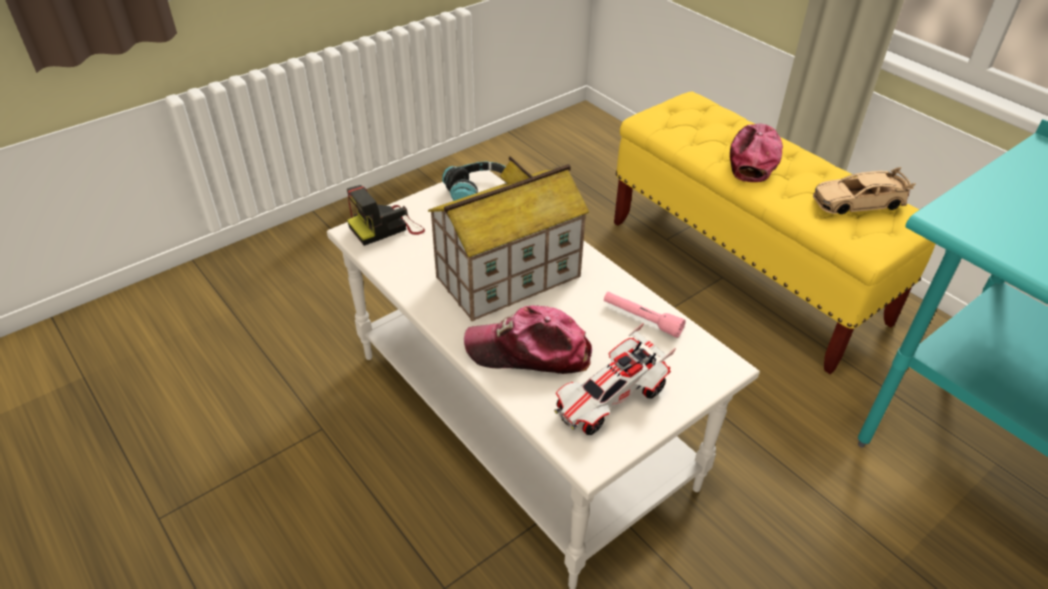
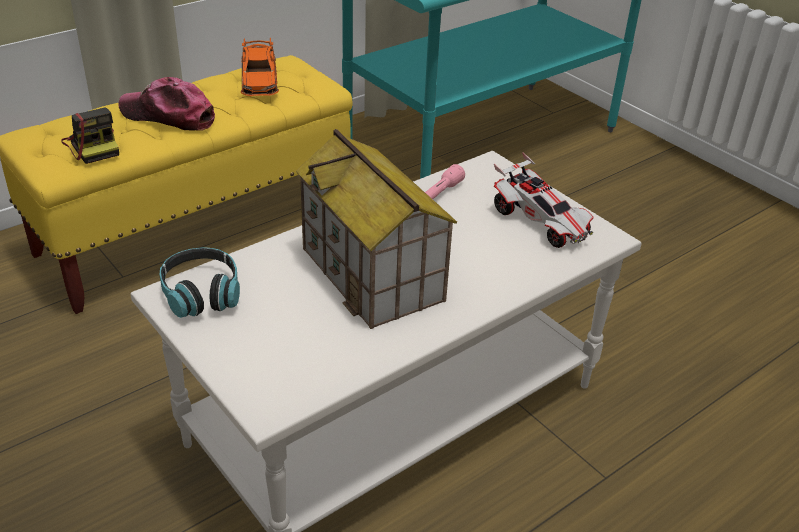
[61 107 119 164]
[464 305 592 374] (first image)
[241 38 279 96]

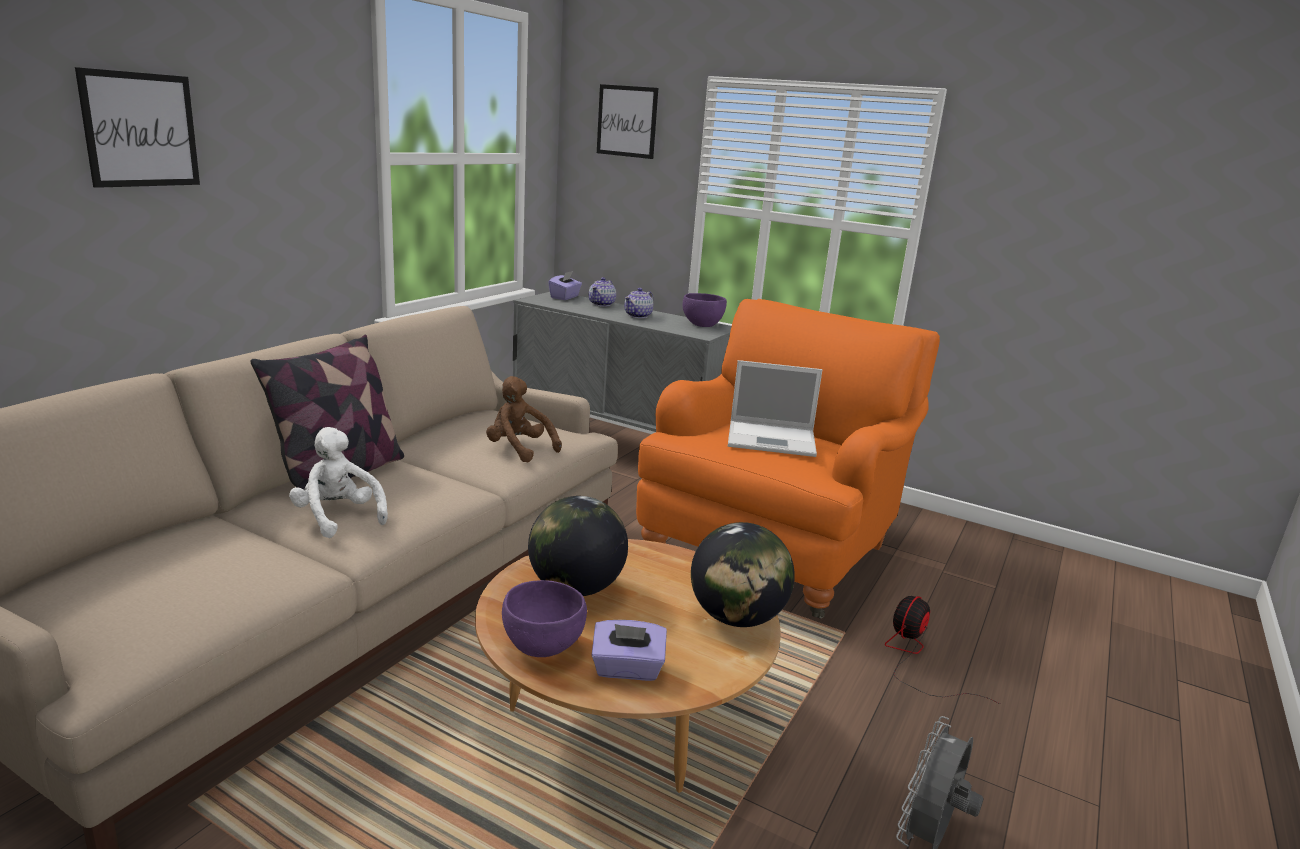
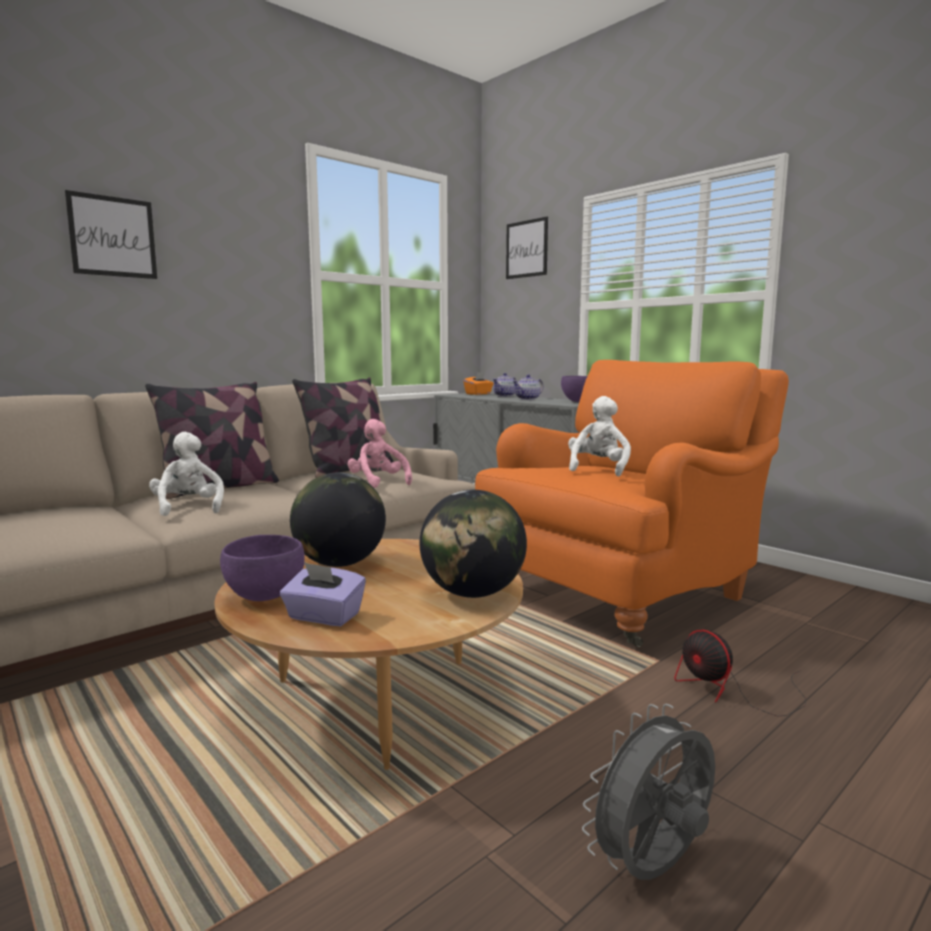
[347 419 412 488]
[463 372 494 395]
[568 396 631 477]
[674 630 806 716]
[292 377 394 478]

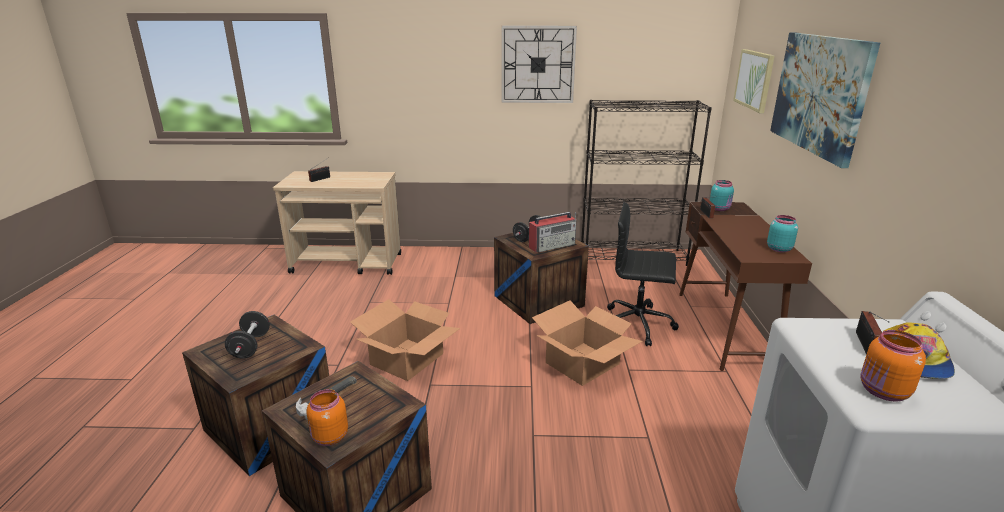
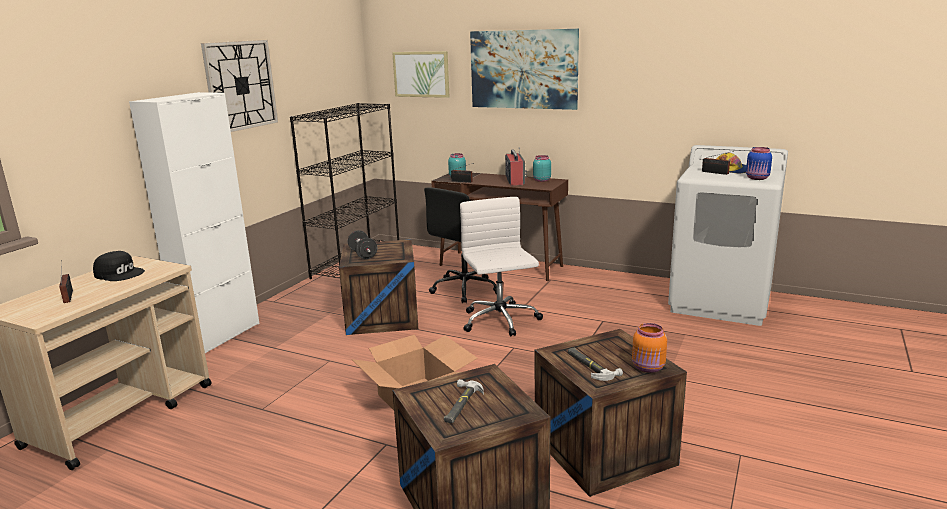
[444 379 484 423]
[505 147 527 186]
[460 197 543 336]
[746 147 772 180]
[93 251 145 281]
[129 92 260 353]

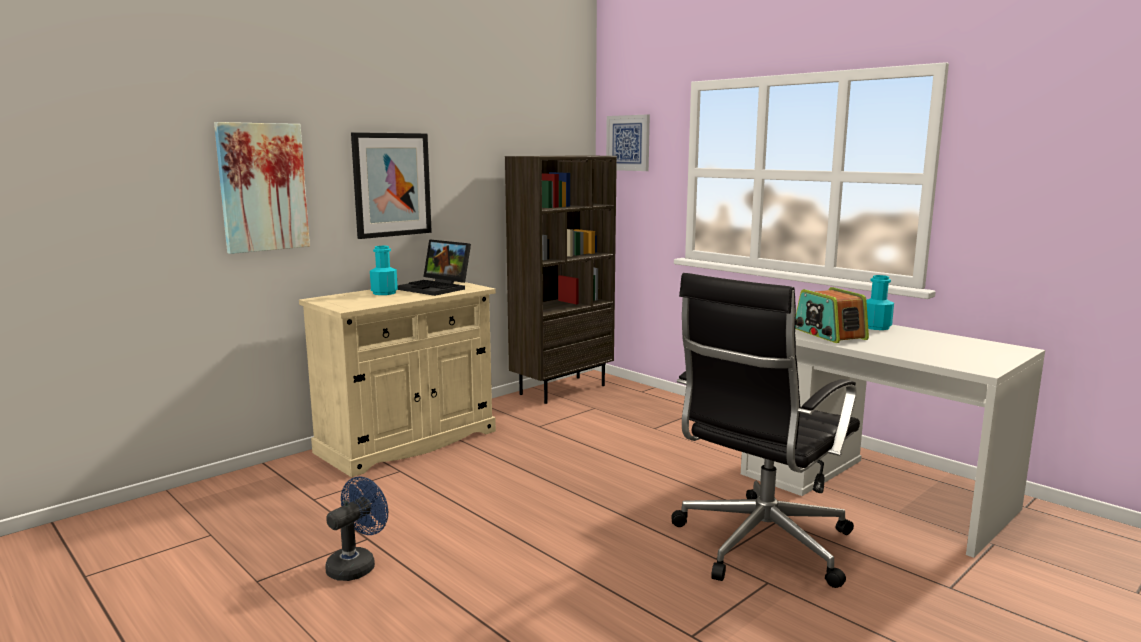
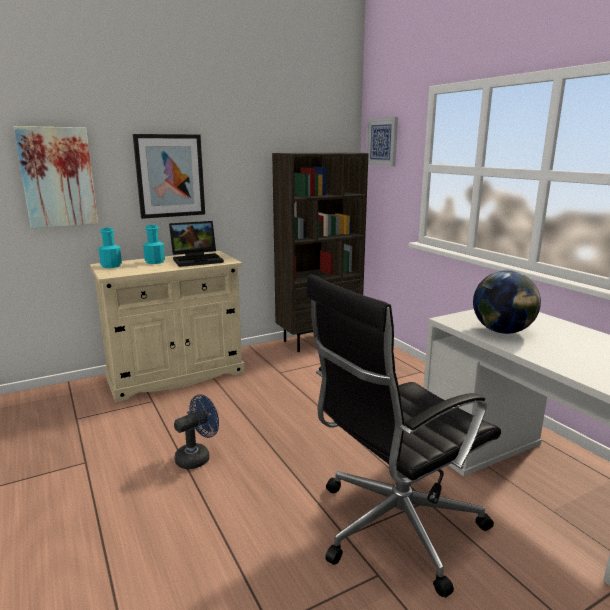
[174 394 219 469]
[169 221 224 267]
[473 270 541 334]
[98 228 122 268]

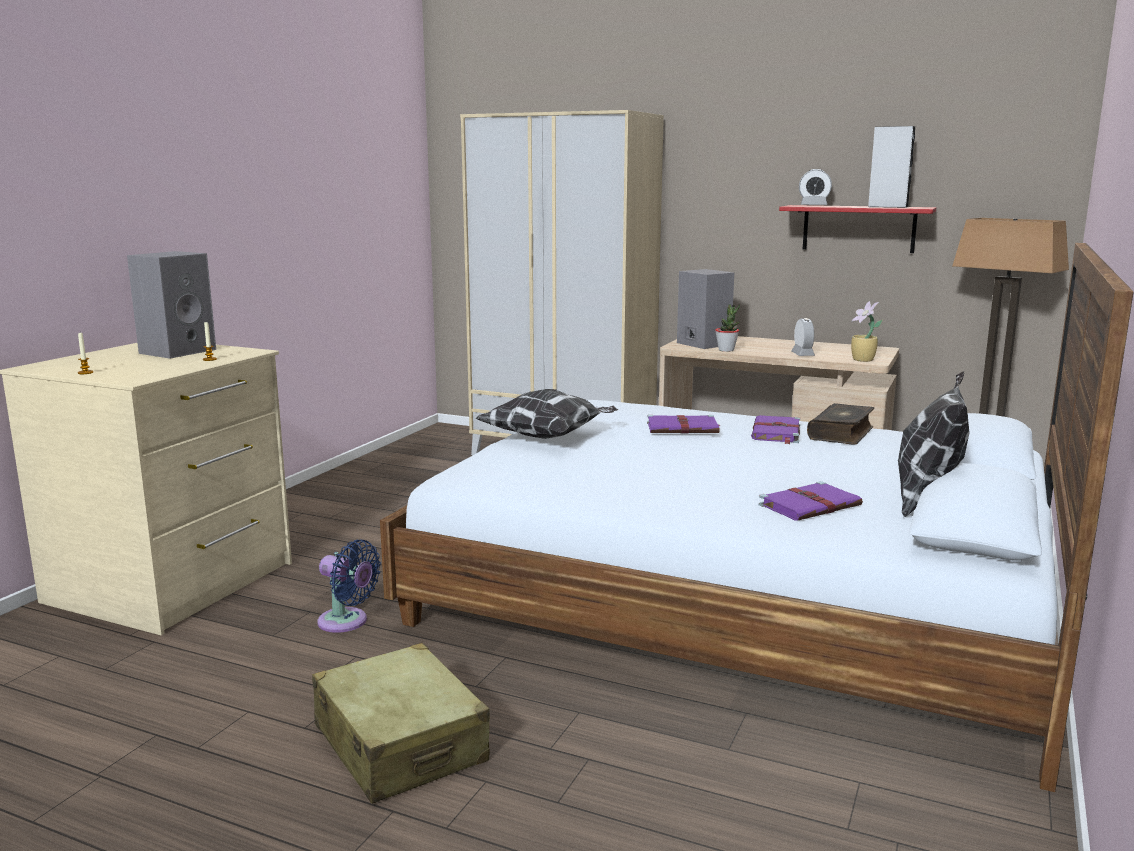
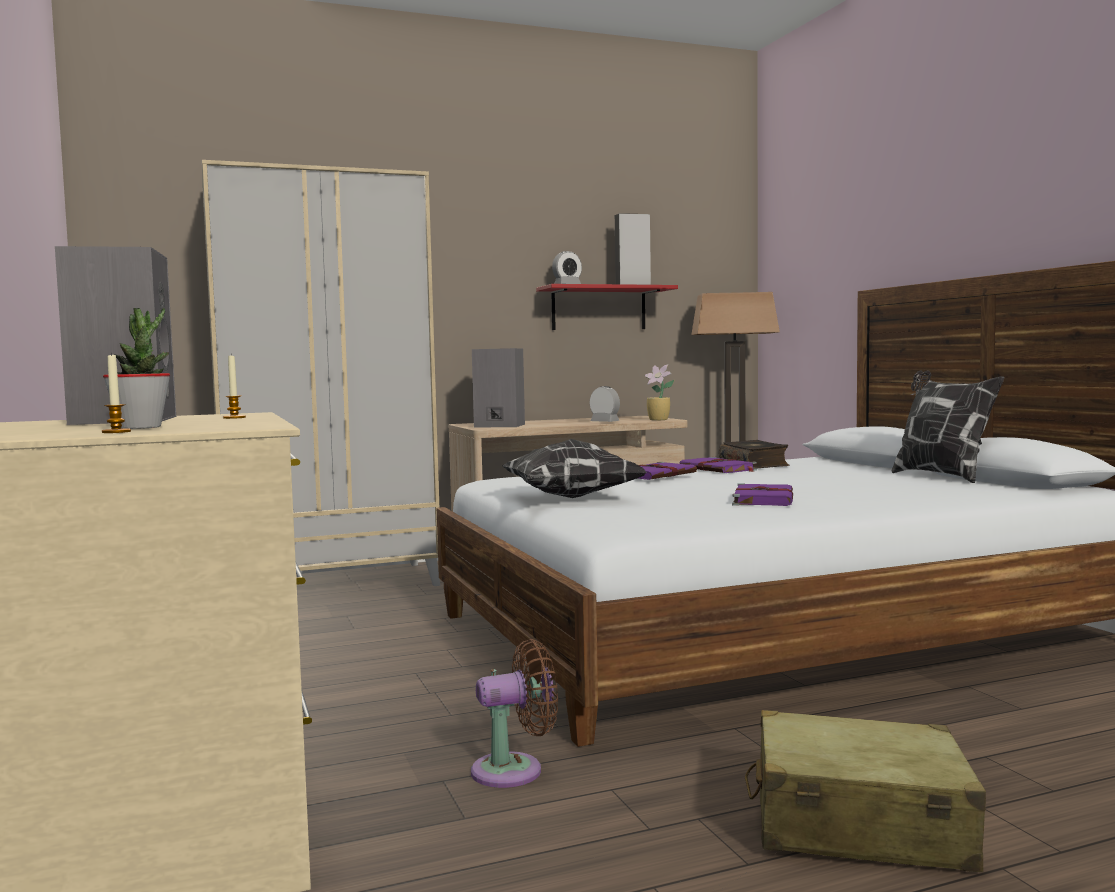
[471 639 558 788]
[103 308 170 429]
[732 483 793 506]

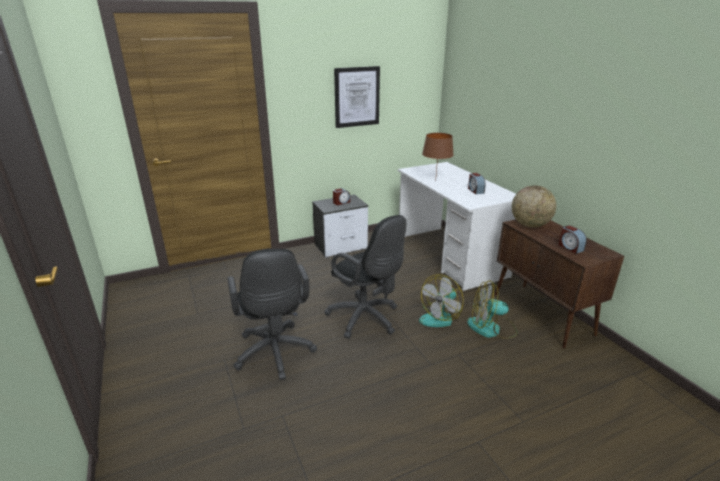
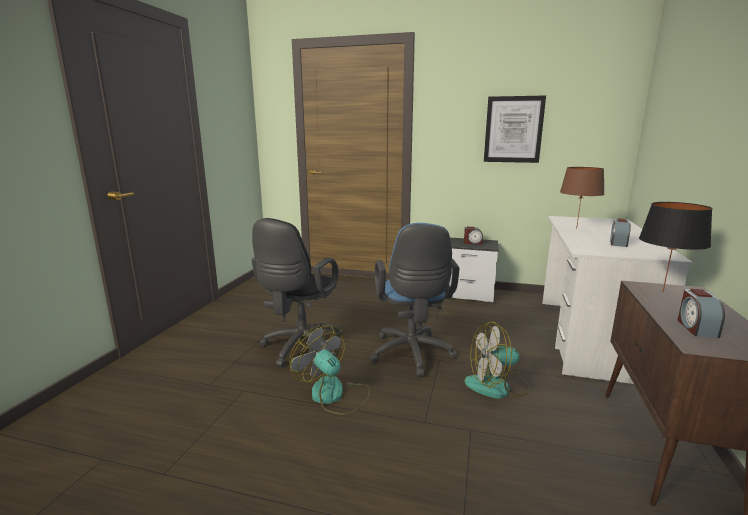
[370 223 460 377]
[290 325 370 415]
[639 202 713 292]

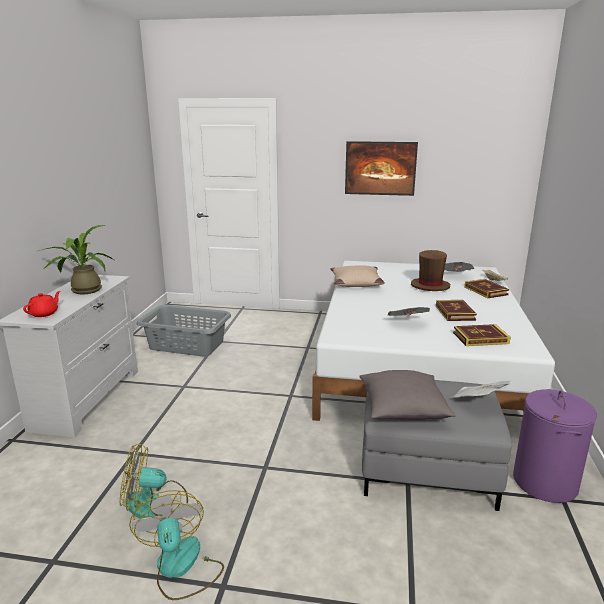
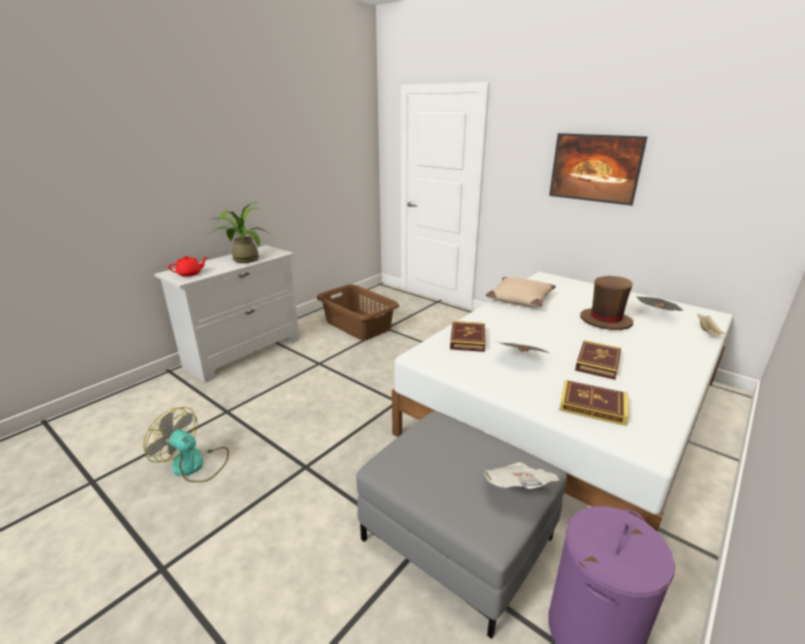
[129 490 224 600] (first image)
[317 284 399 340]
[359 370 456 420] (first image)
[450 321 485 352]

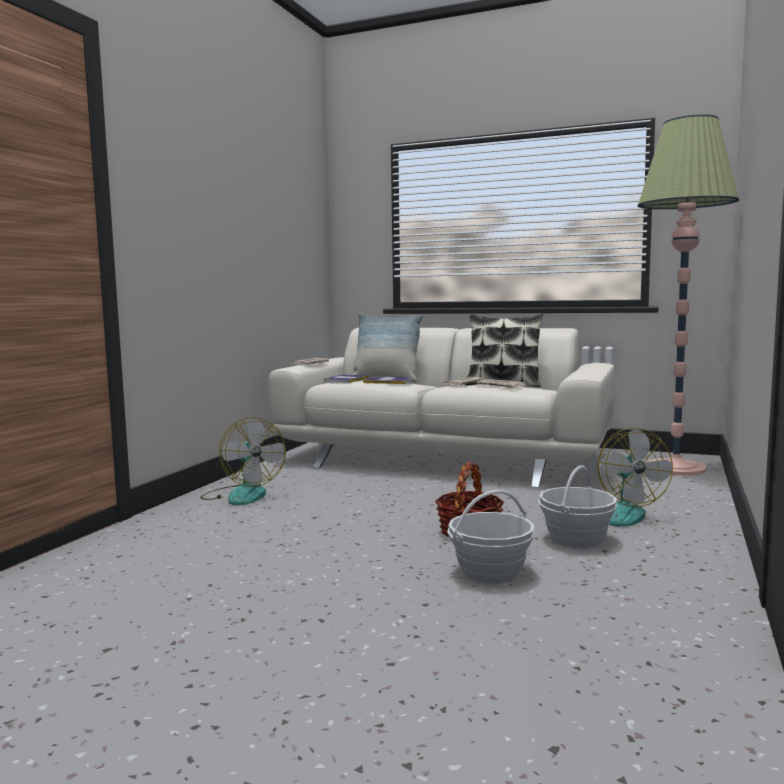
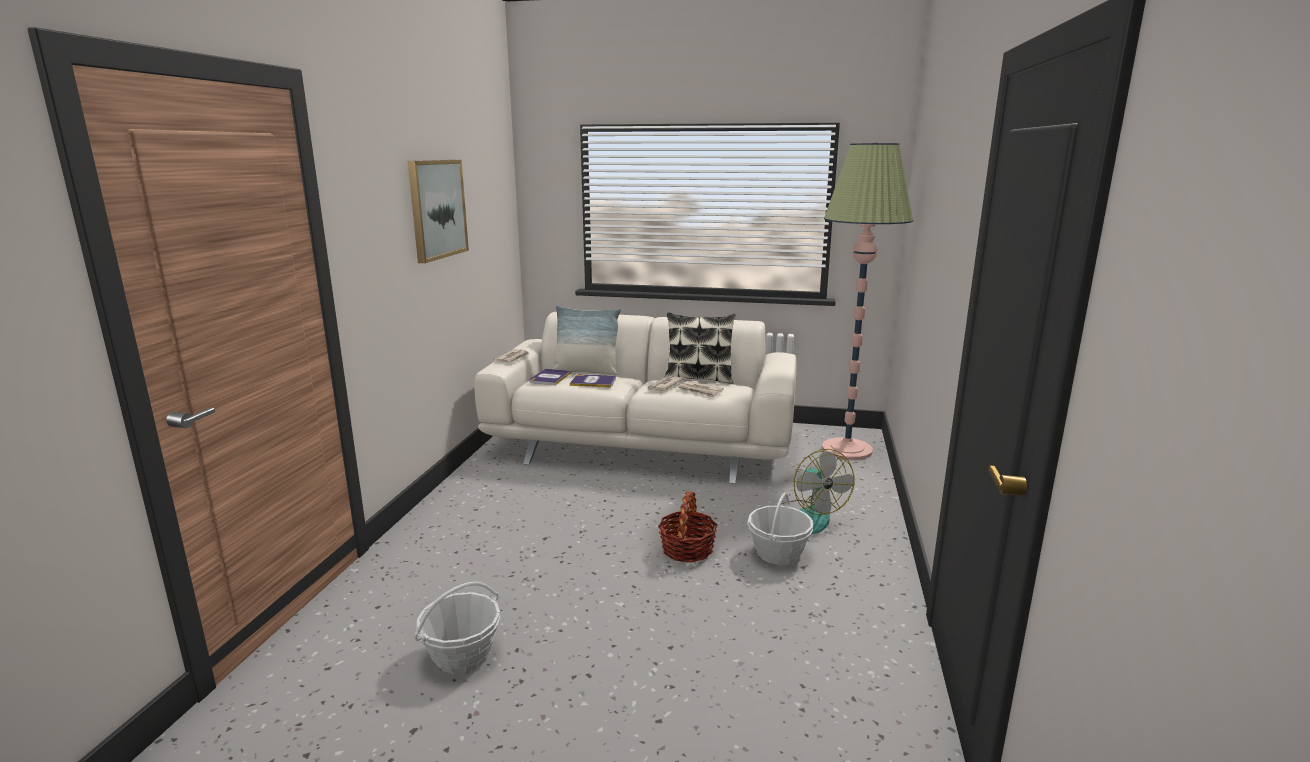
[200 417 286 505] (first image)
[414 581 500 673]
[408 160 469 263]

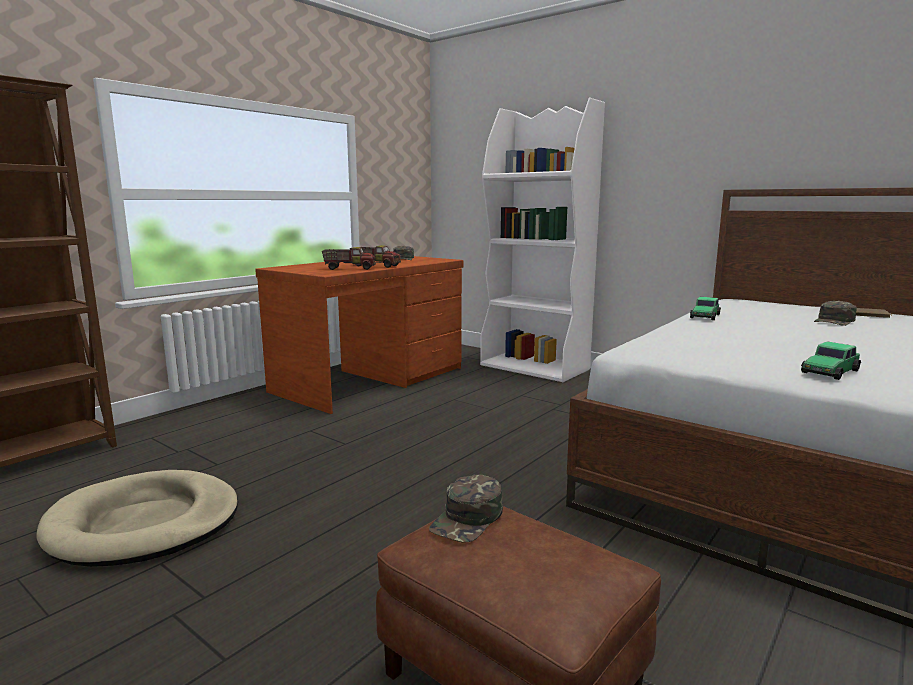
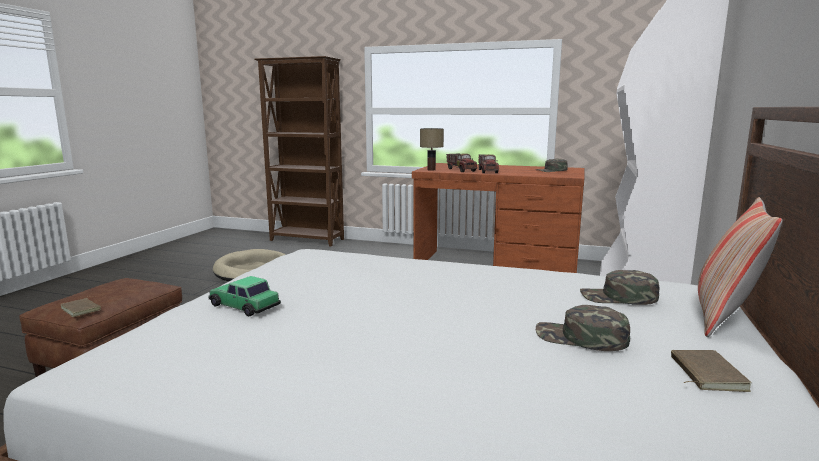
[580 270 659 305]
[690 297 721 320] (first image)
[60 296 101 317]
[420 128 444 171]
[698 197 782 337]

